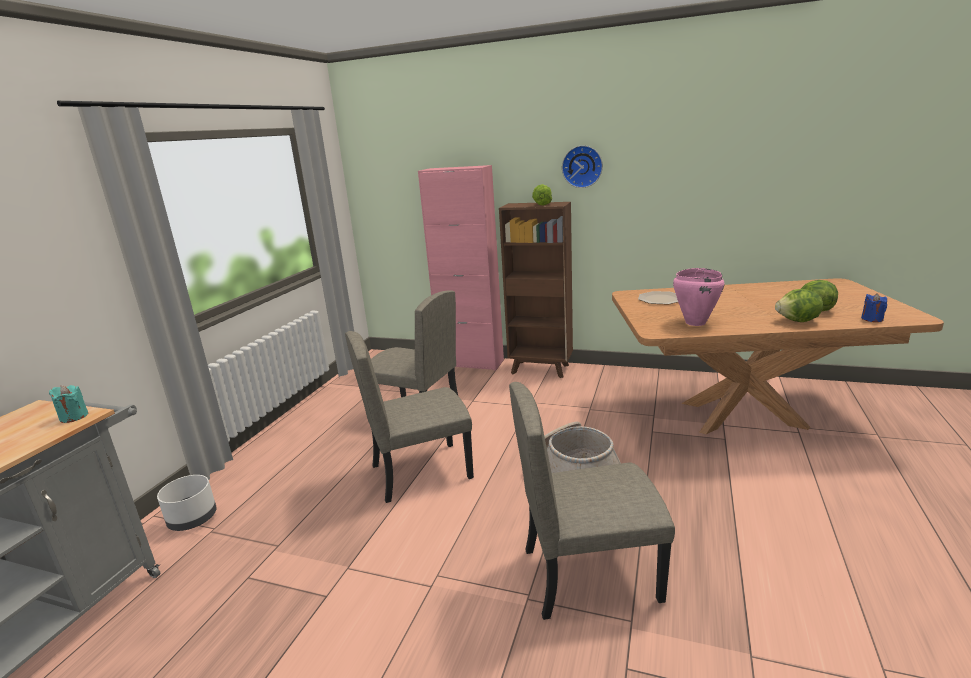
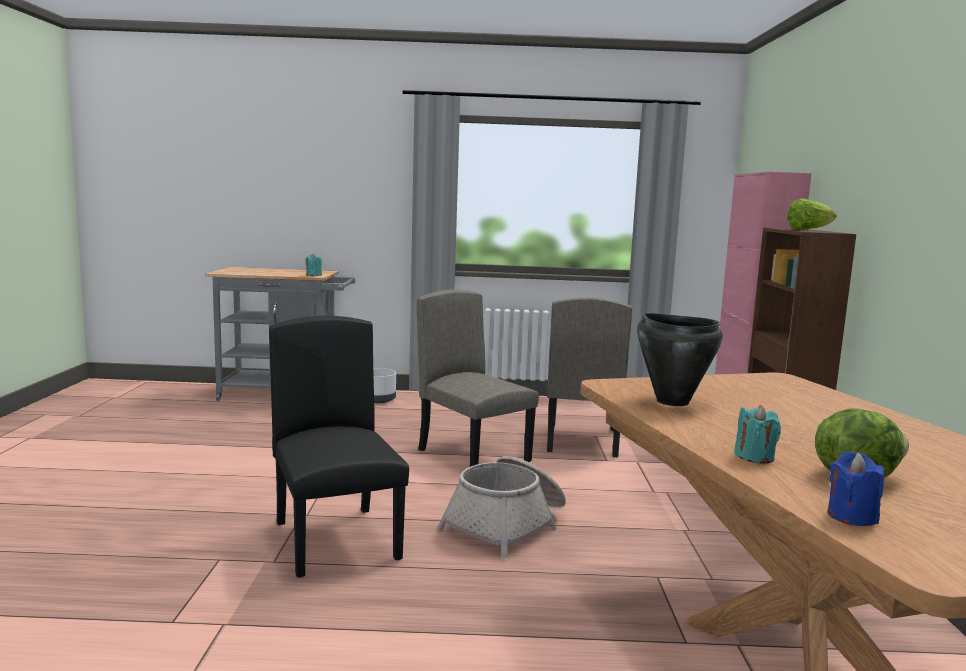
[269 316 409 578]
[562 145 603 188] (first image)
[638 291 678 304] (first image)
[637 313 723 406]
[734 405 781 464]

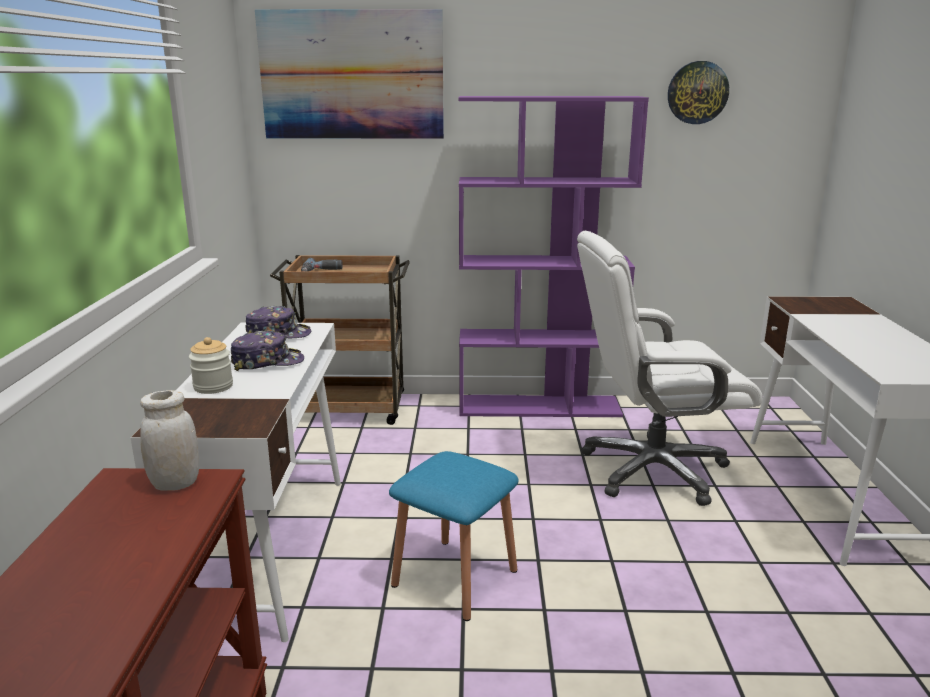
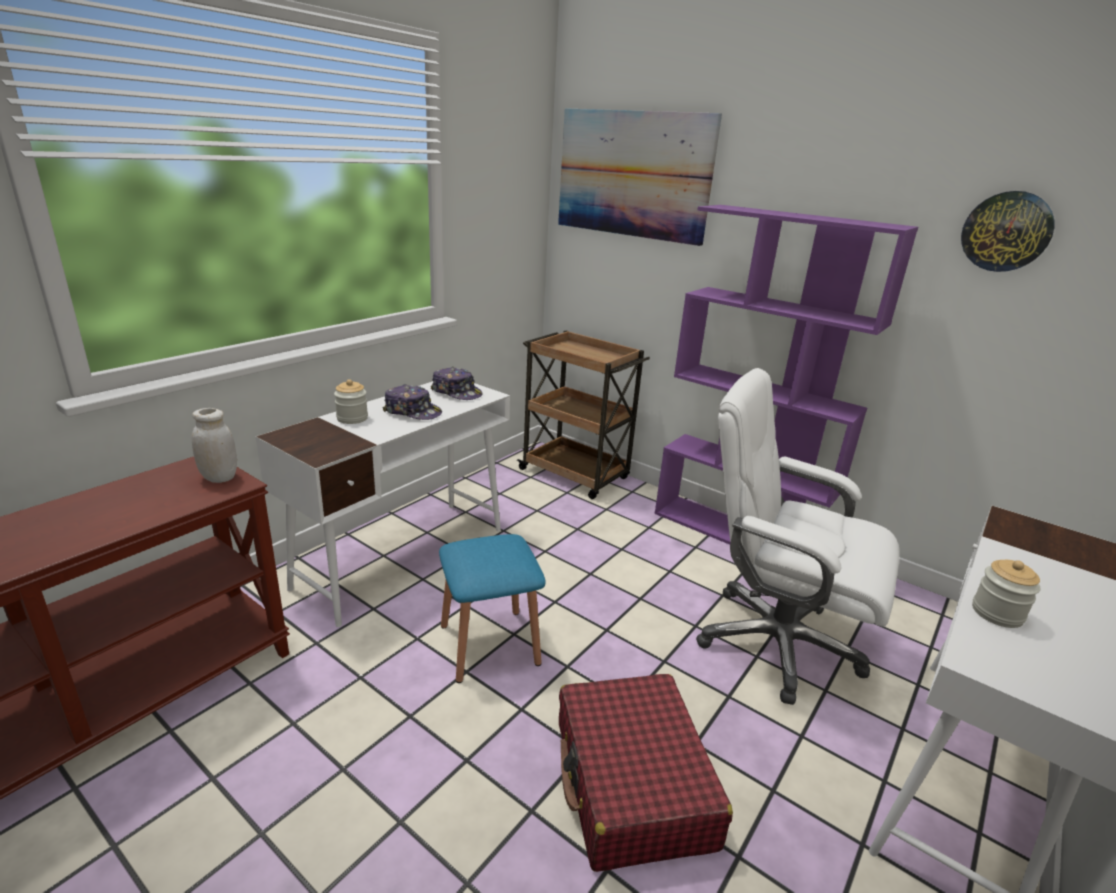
[301 258 343 271] (first image)
[559 674 733 872]
[972 560 1040 628]

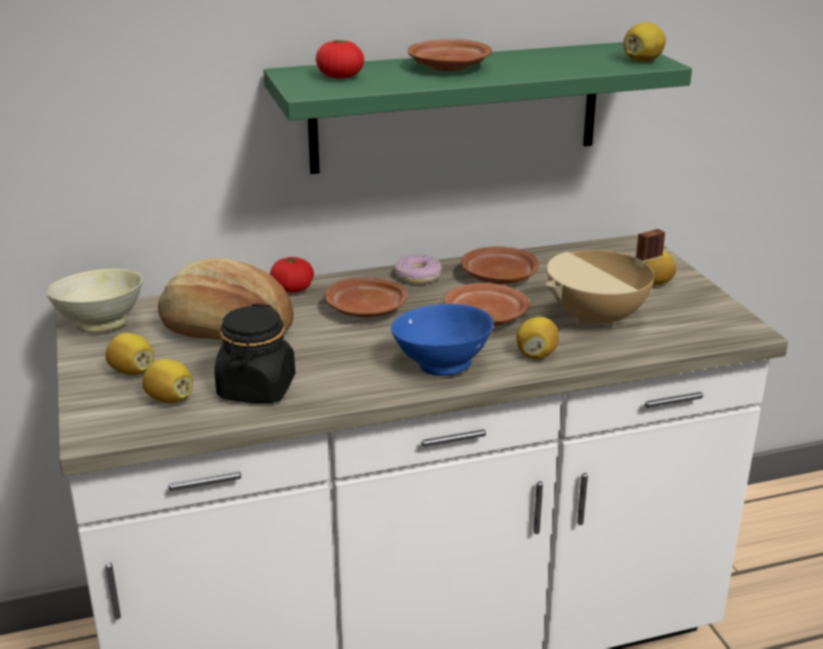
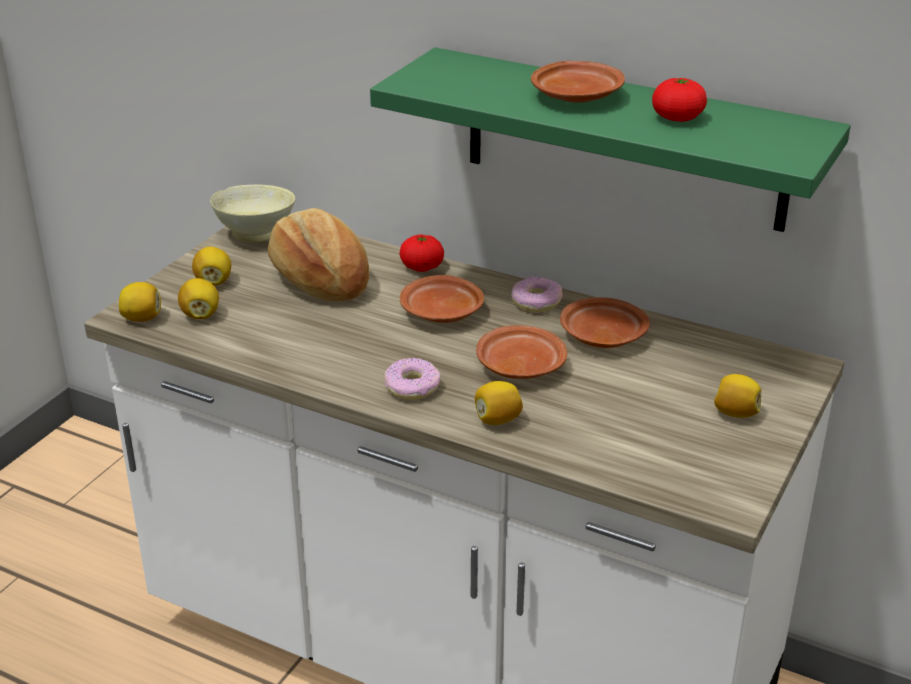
[215 304 295 403] (first image)
[652 78 707 122]
[385 358 441 400]
[546 229 665 329] (first image)
[119 282 161 322]

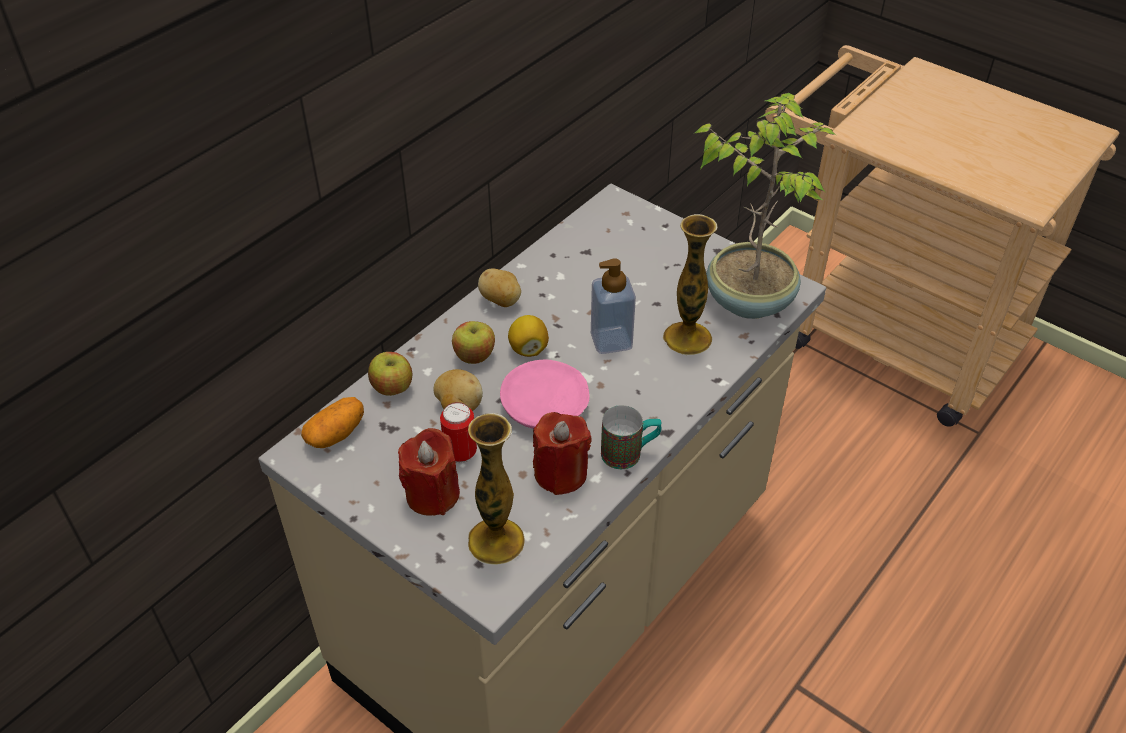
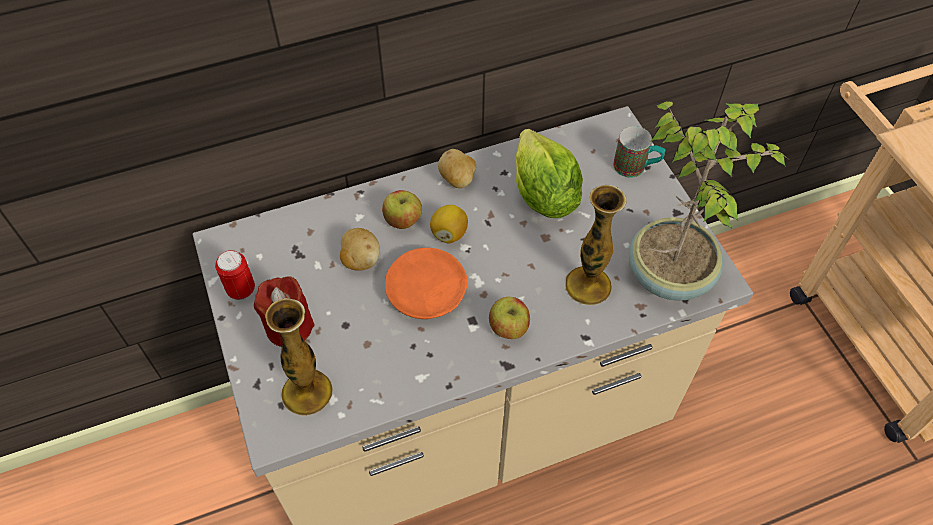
[301 397 364 448] (first image)
[489 297 530 339]
[215 250 255 300]
[385 248 467 319]
[533 412 592 495] (first image)
[591 258 636 354] (first image)
[613 126 666 177]
[516 129 583 218]

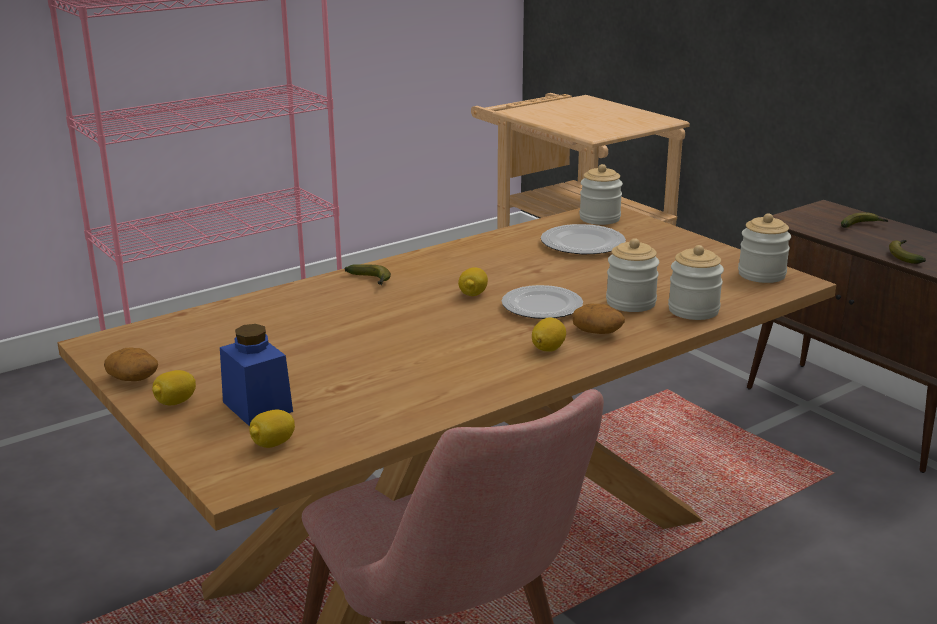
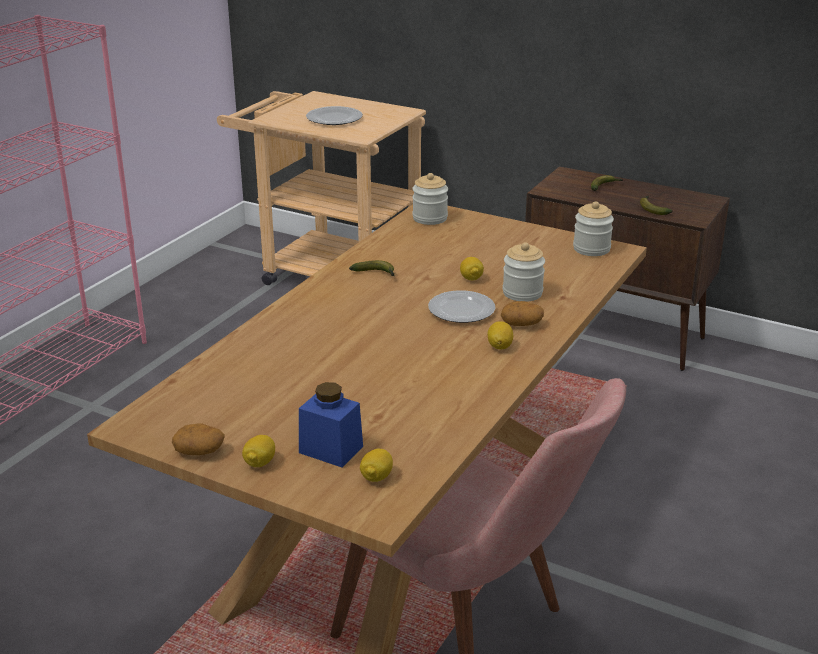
[349 260 394 276]
[460 257 484 280]
[306 106 363 125]
[668 245 724 320] (first image)

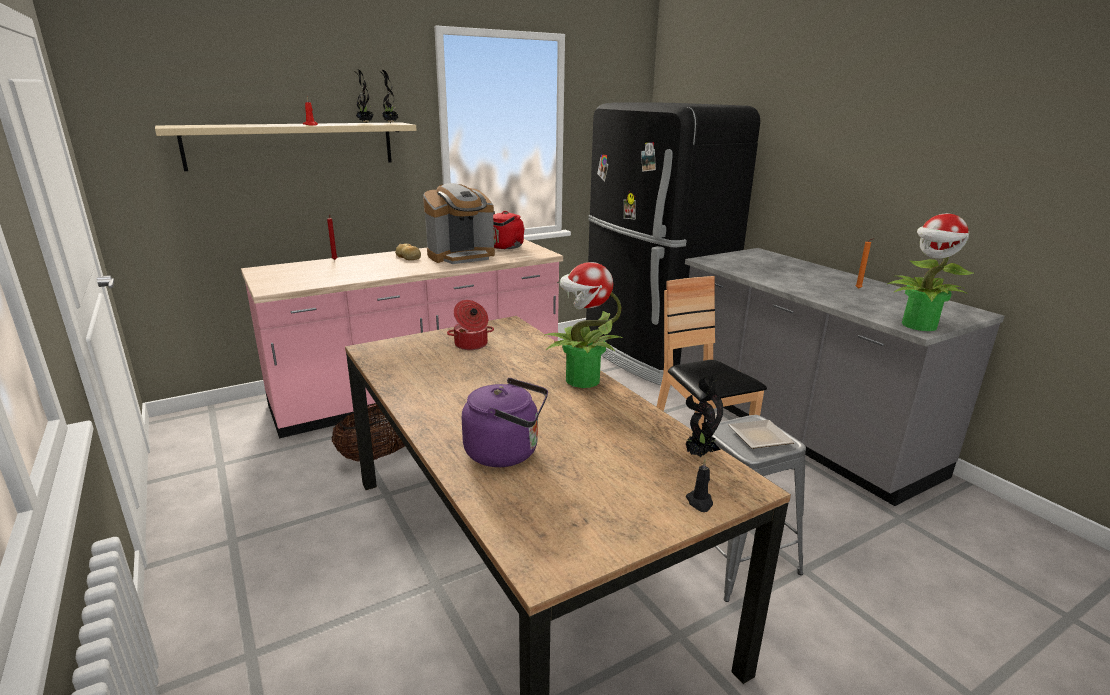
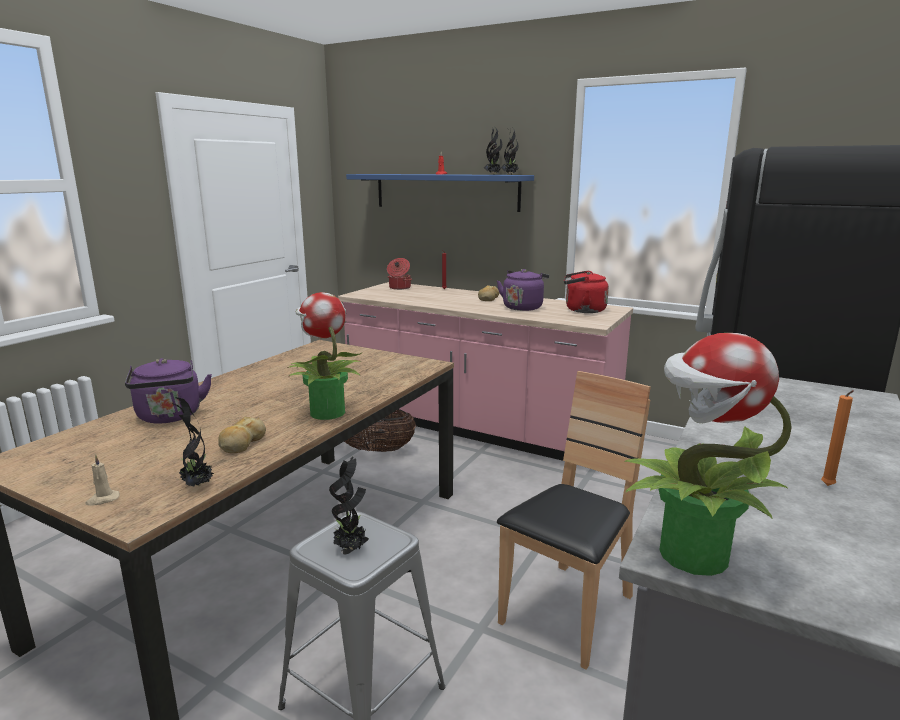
[346 174 534 212]
[497 269 549 311]
[387 258 412 290]
[85 455 120 506]
[329 457 366 550]
[218 417 266 453]

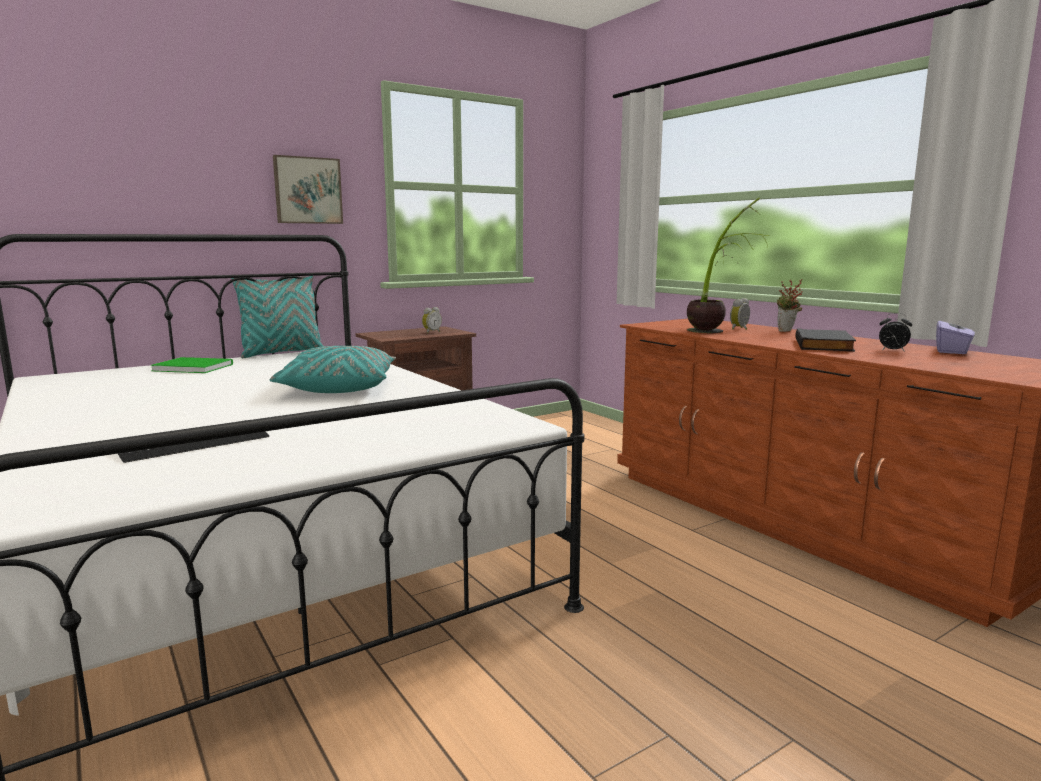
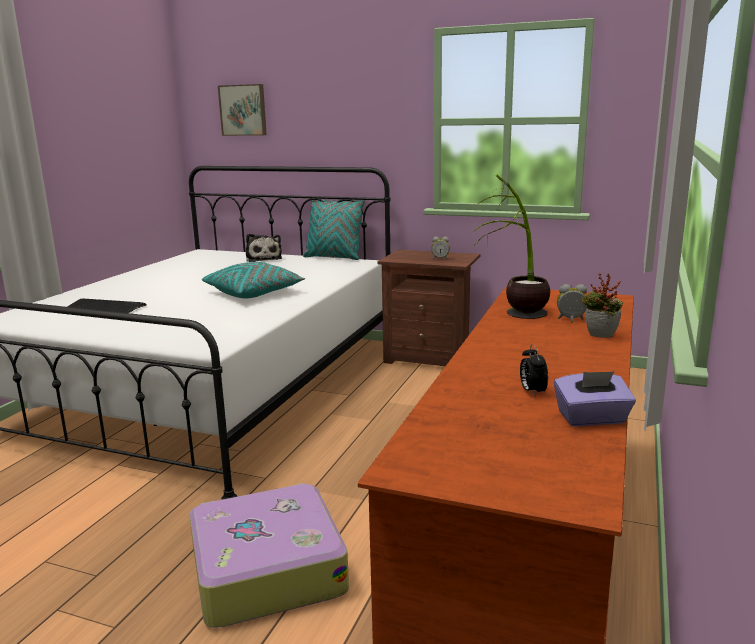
[246 233 282 262]
[218 84 267 136]
[795 328 856 351] (first image)
[189 483 349 628]

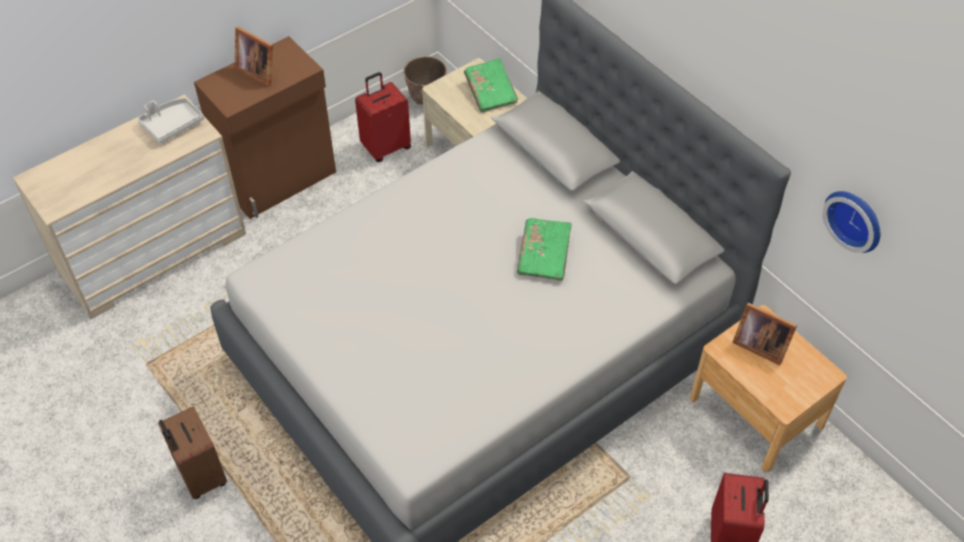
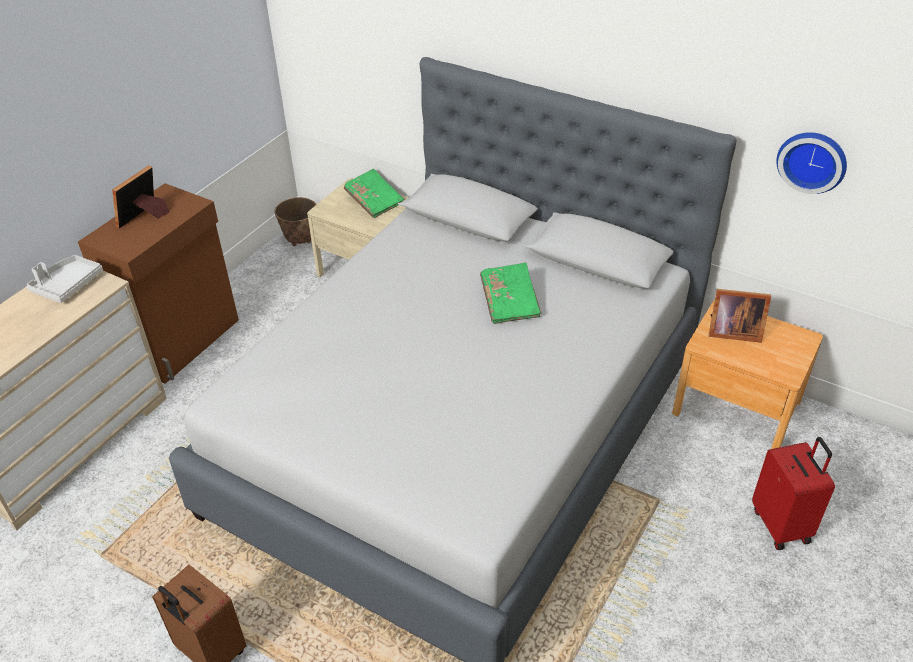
[112 165 170 228]
[355 72 411 162] (first image)

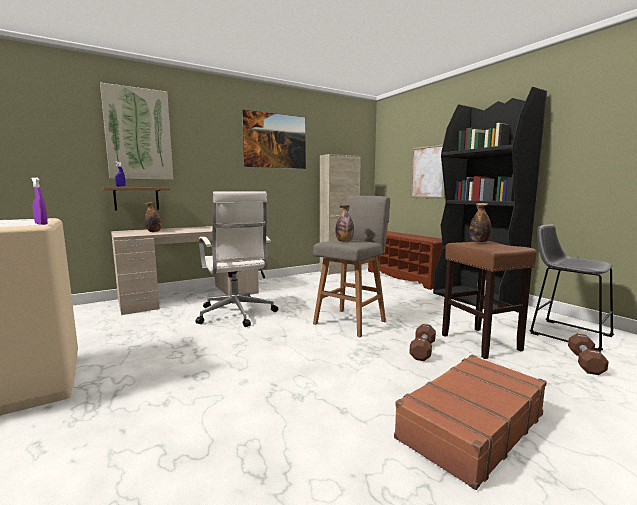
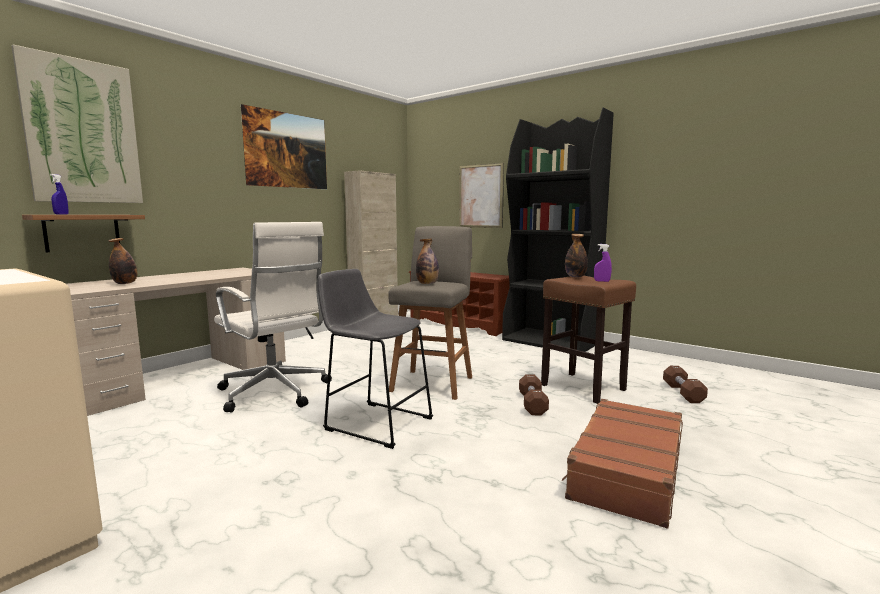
[594 244 612 282]
[318 269 433 449]

